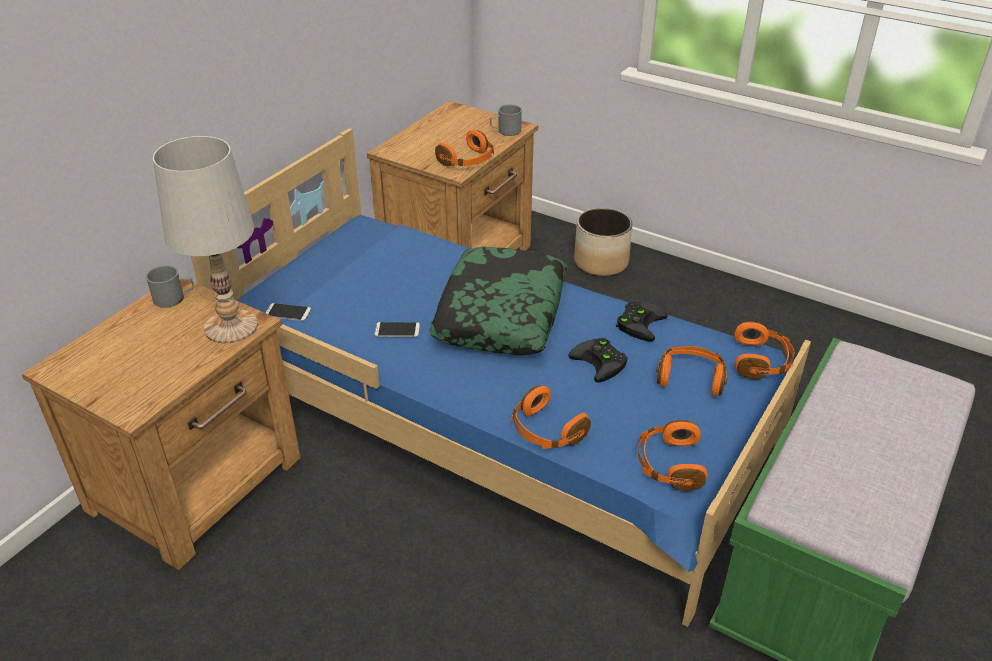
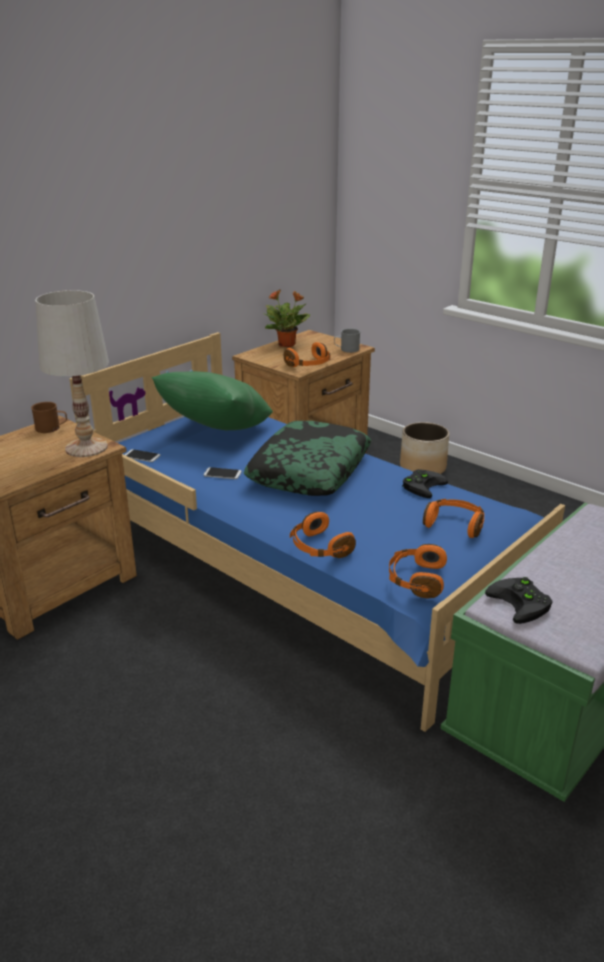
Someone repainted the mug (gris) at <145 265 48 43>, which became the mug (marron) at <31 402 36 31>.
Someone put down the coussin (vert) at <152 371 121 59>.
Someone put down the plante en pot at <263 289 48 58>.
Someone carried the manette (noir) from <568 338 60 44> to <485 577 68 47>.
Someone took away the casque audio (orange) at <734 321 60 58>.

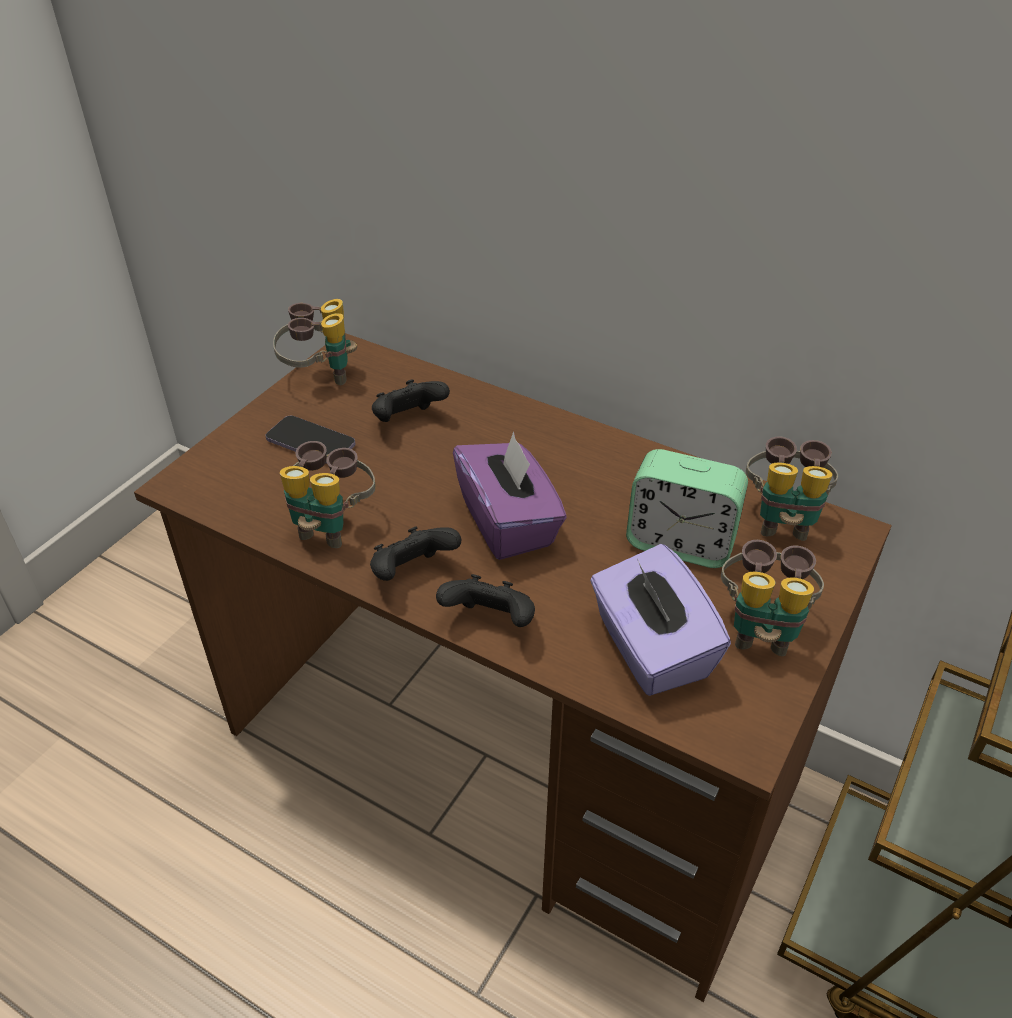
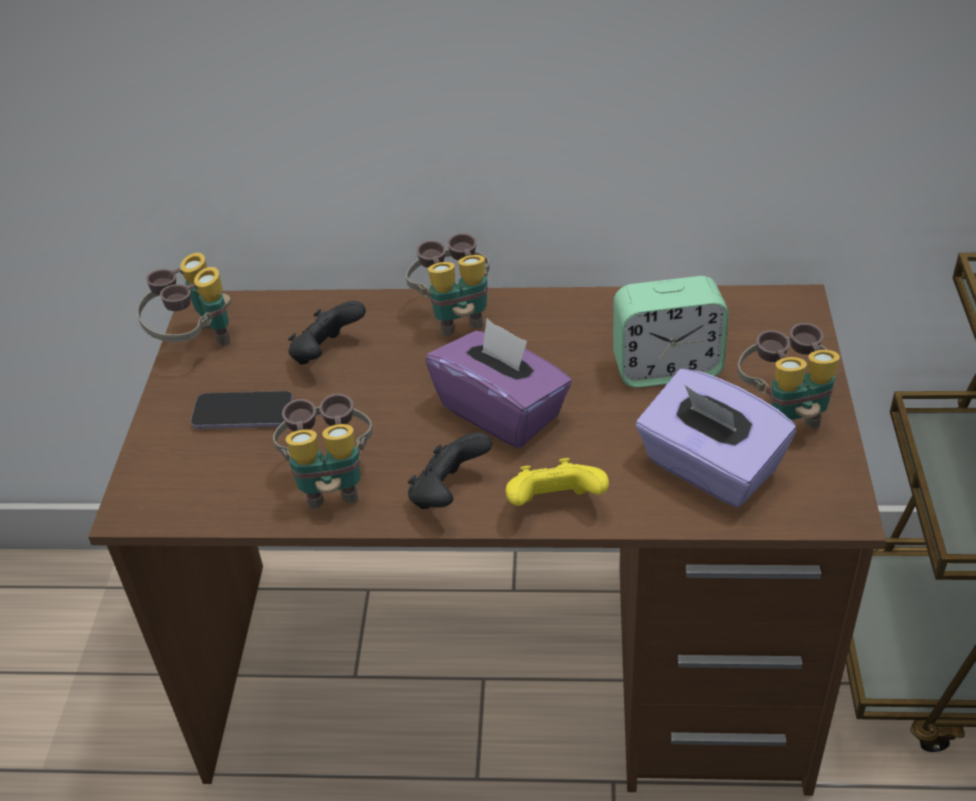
Someone carried the jumelles from <746 437 92 104> to <406 233 84 104>.
Someone repainted the manette (noir) at <436 574 99 53>, which became the manette (jaune) at <506 458 103 48>.

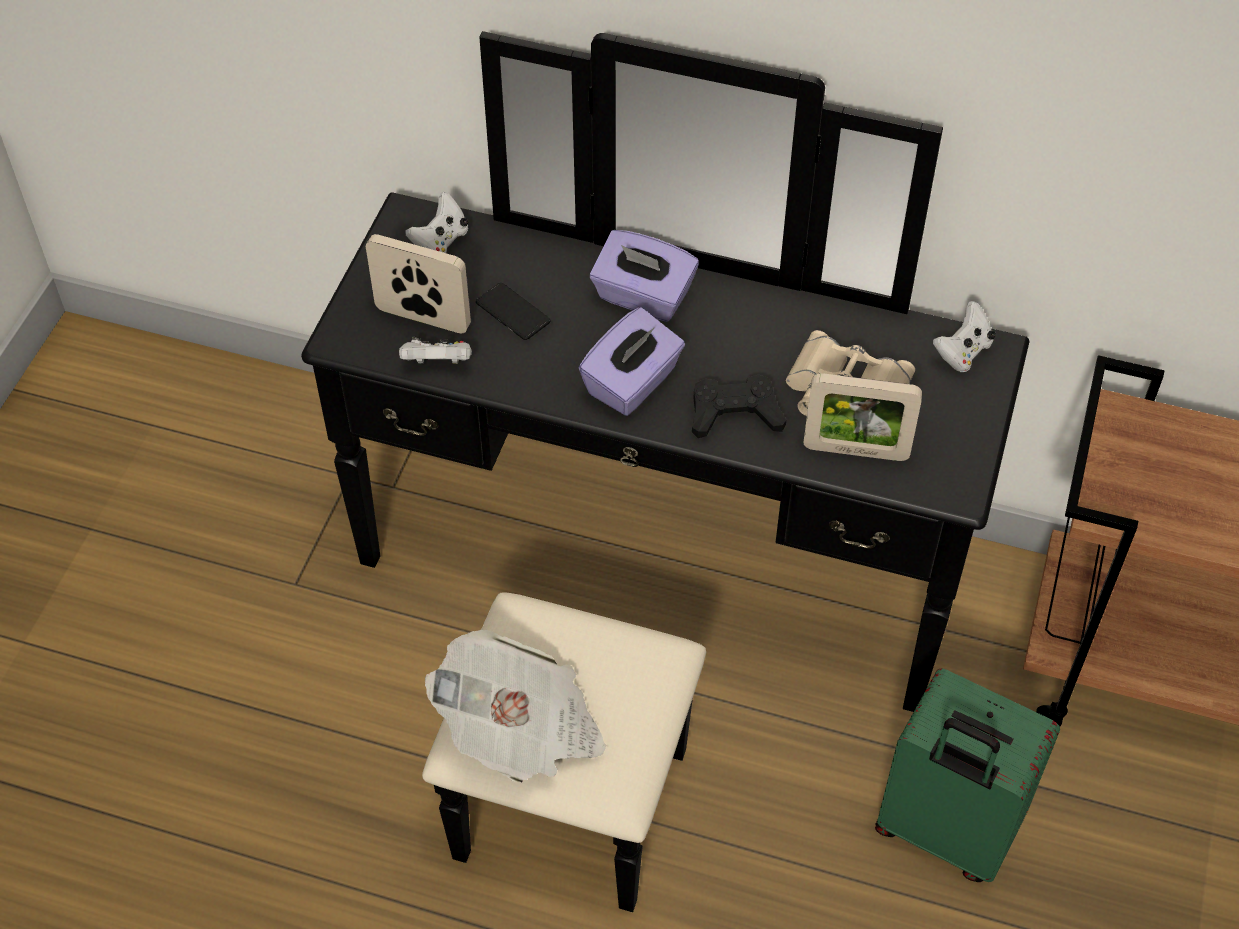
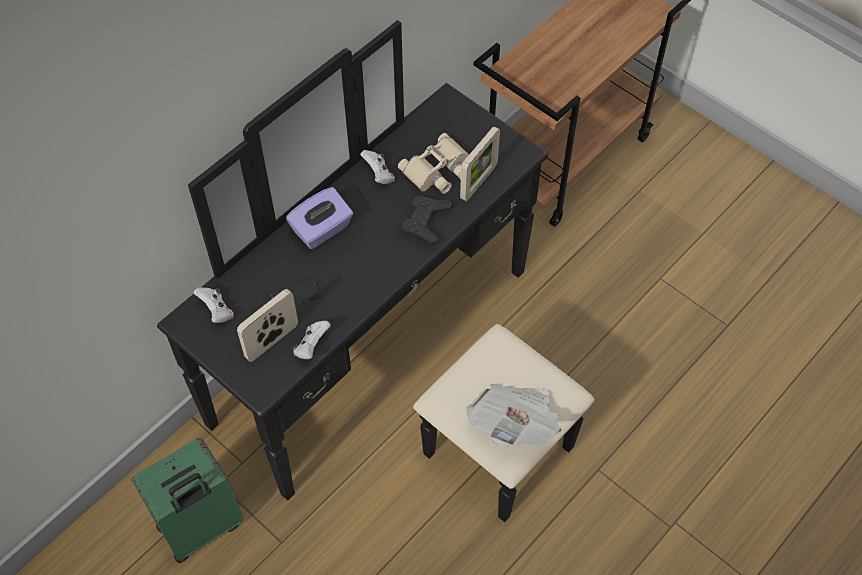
Someone carried the valise (vert) from <875 668 185 214> to <132 438 111 125>.
Someone carried the manette (blanc) from <933 301 62 71> to <360 150 35 34>.
Someone took away the boîte à mouchoirs (violet) at <579 307 106 109>.

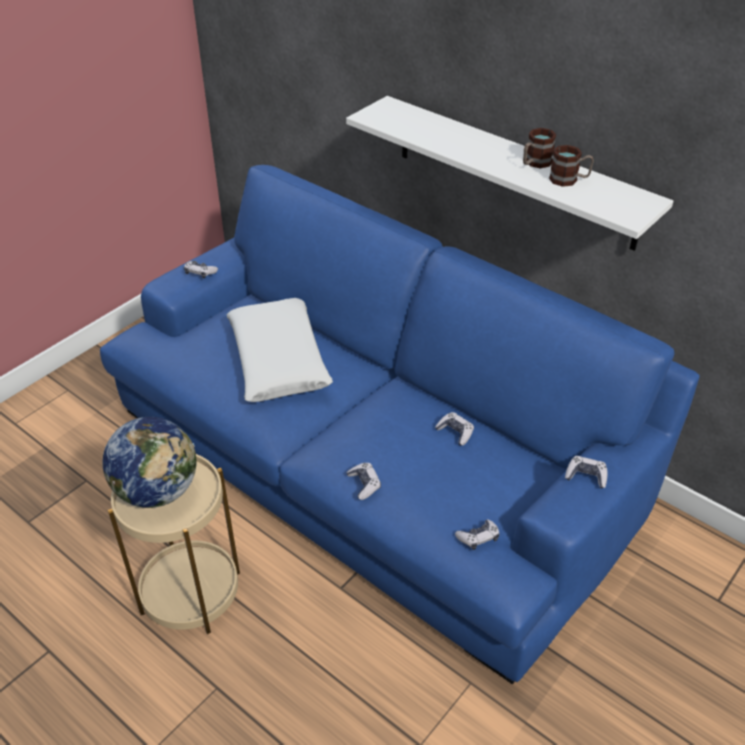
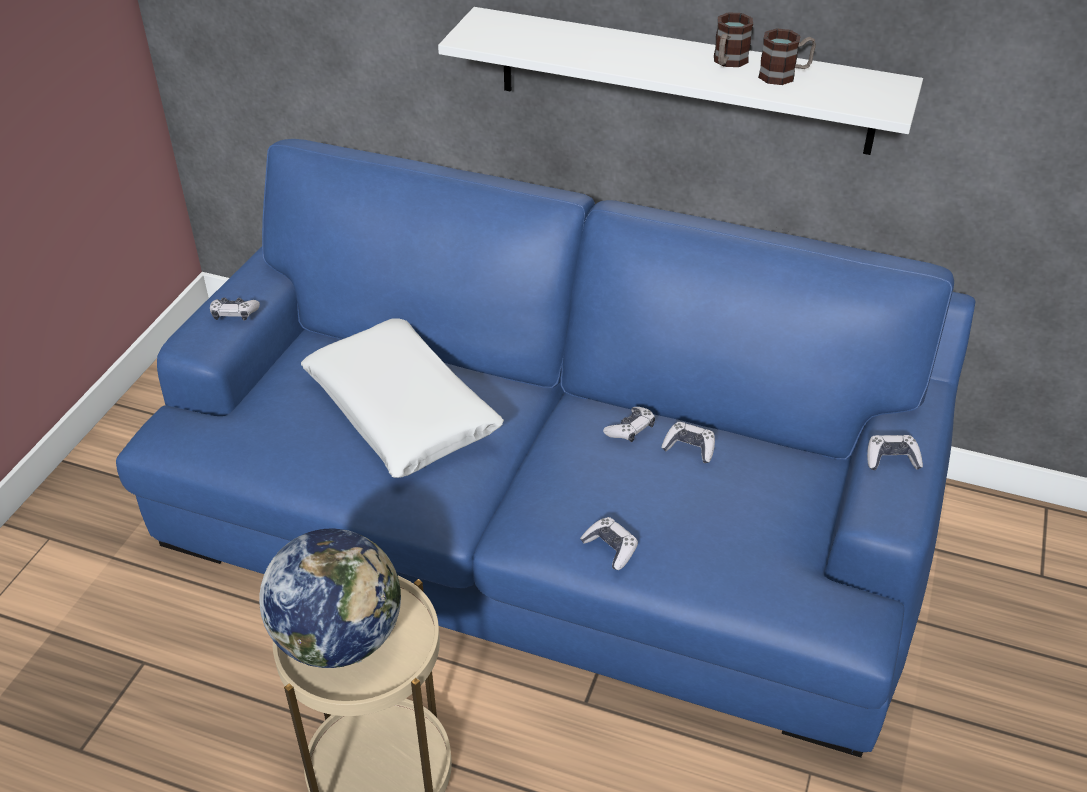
Someone carried the manette from <455 519 44 31> to <603 407 52 35>.

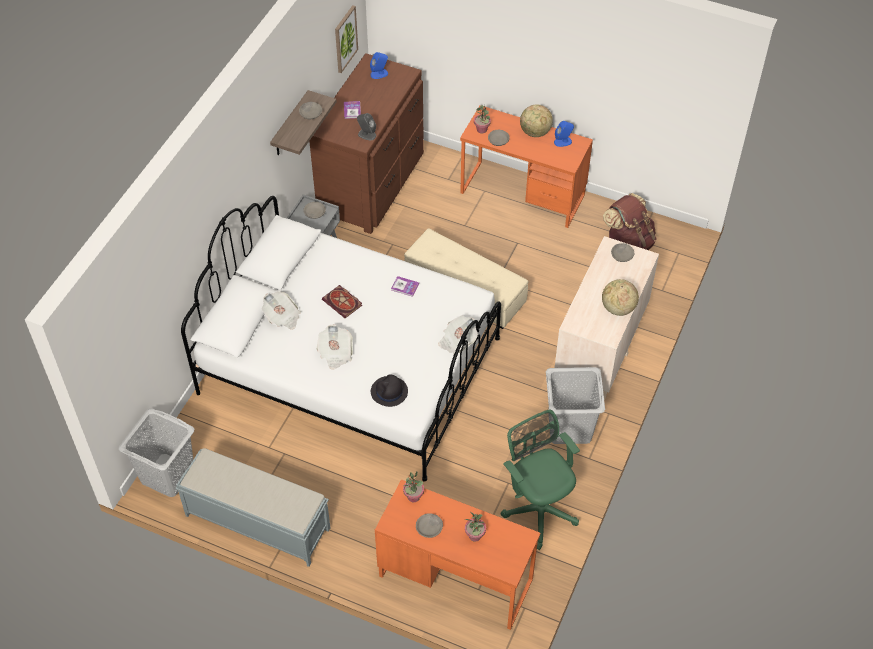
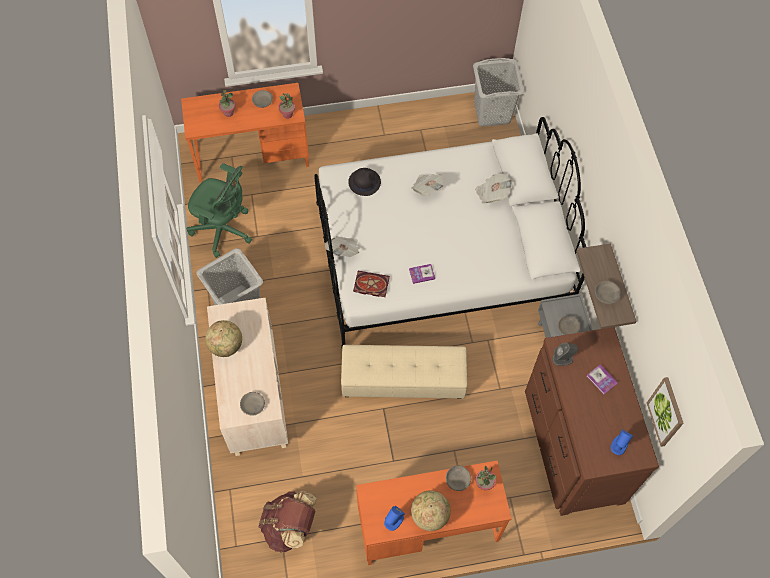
Someone carried the livre from <322 285 40 33> to <353 271 37 26>.
Someone took away the banc (gris) at <176 448 154 119>.

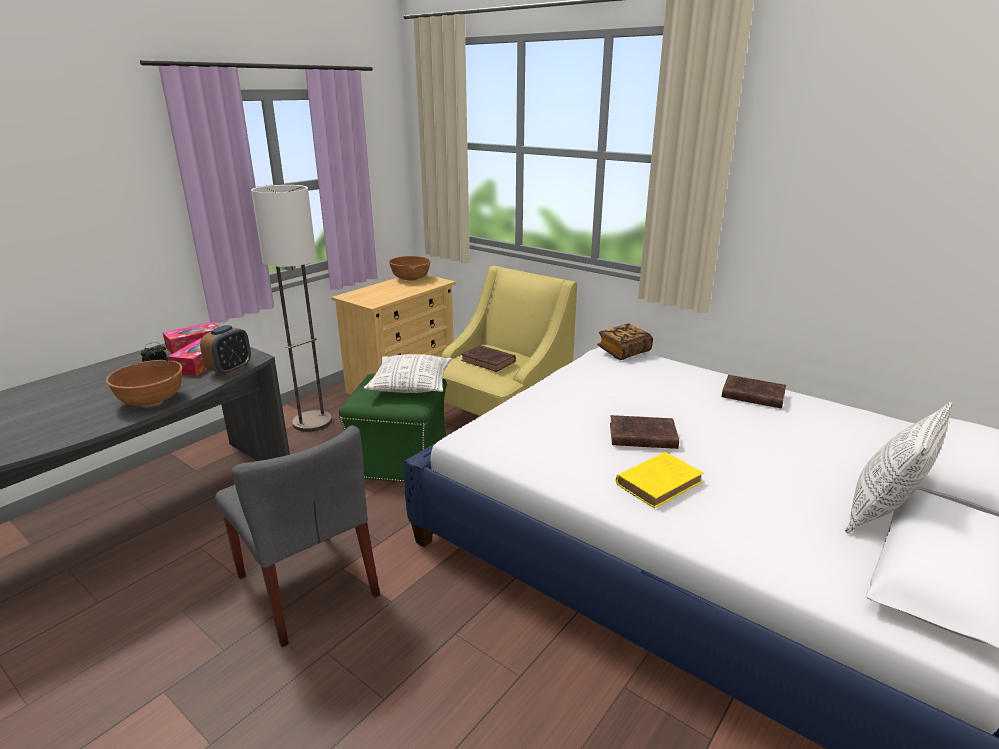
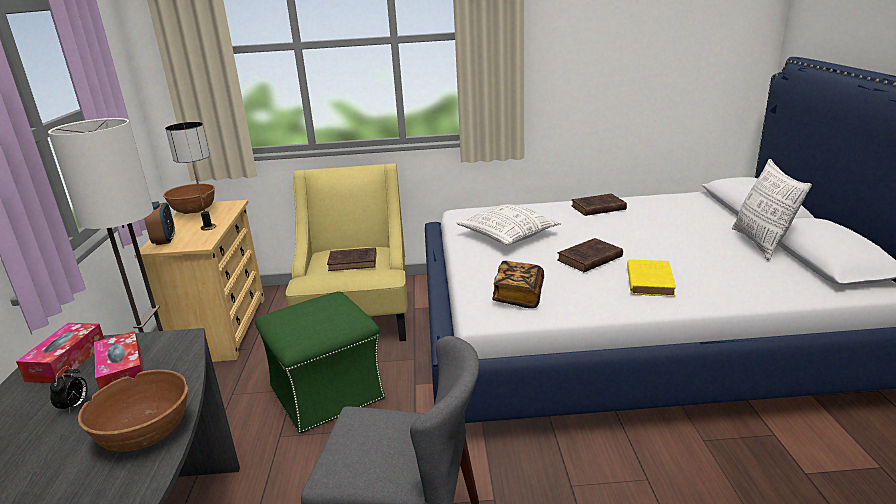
Someone carried the réveil from <200 325 51 50> to <144 201 31 44>.
Someone put down the lampe de table at <165 122 51 109>.
Someone carried the coussin from <363 354 89 39> to <457 204 104 41>.
Someone carried the livre from <597 324 56 36> to <492 261 52 47>.

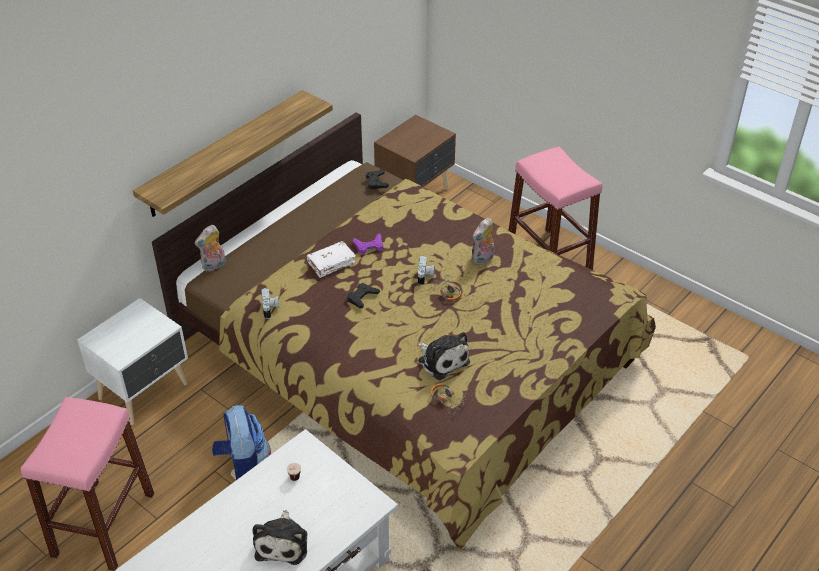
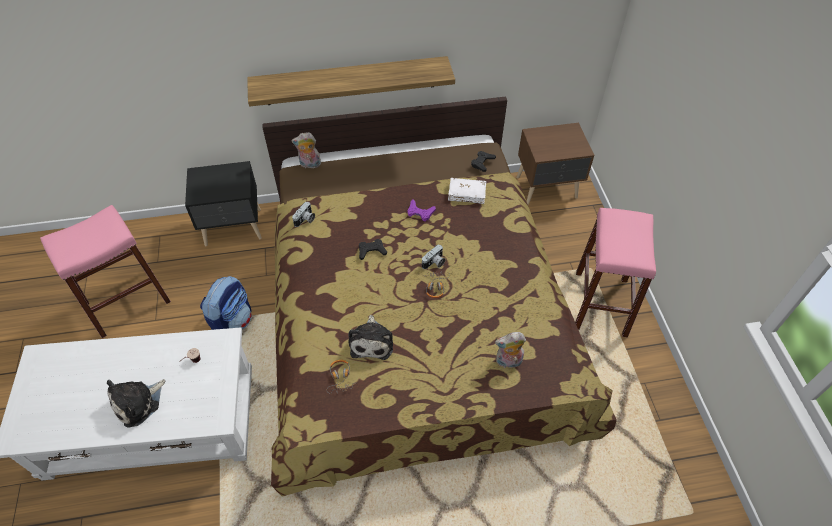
Someone repainted the table de chevet (blanc) at <77 298 111 127>, which became the table de chevet (noir) at <185 161 77 85>.
Someone carried the livre (blanc) from <307 241 49 37> to <448 178 38 26>.
Someone carried the peluche from <471 218 23 47> to <495 332 31 36>.

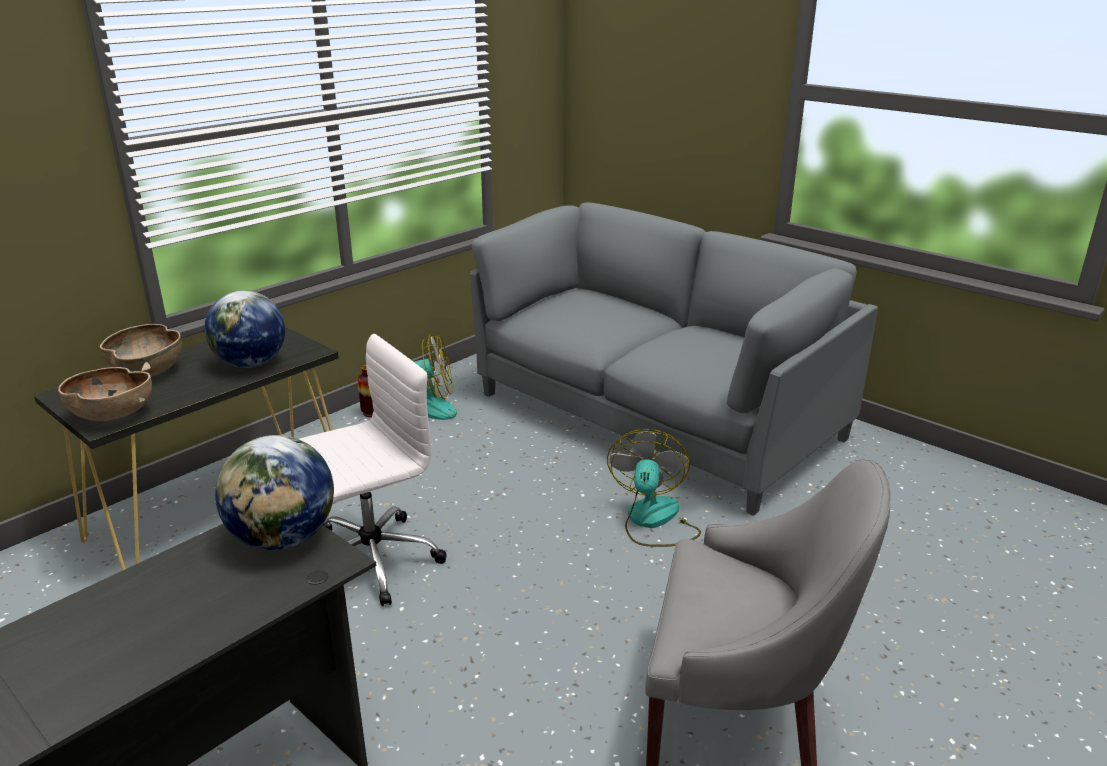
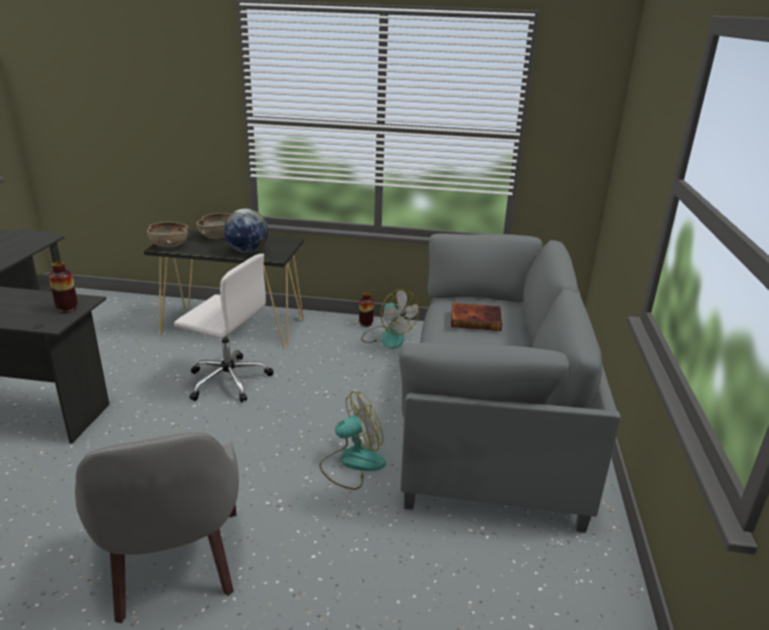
Someone swapped the globe at <215 435 119 115> for the vase at <49 262 29 51>.
Someone put down the livre at <451 303 51 28>.

